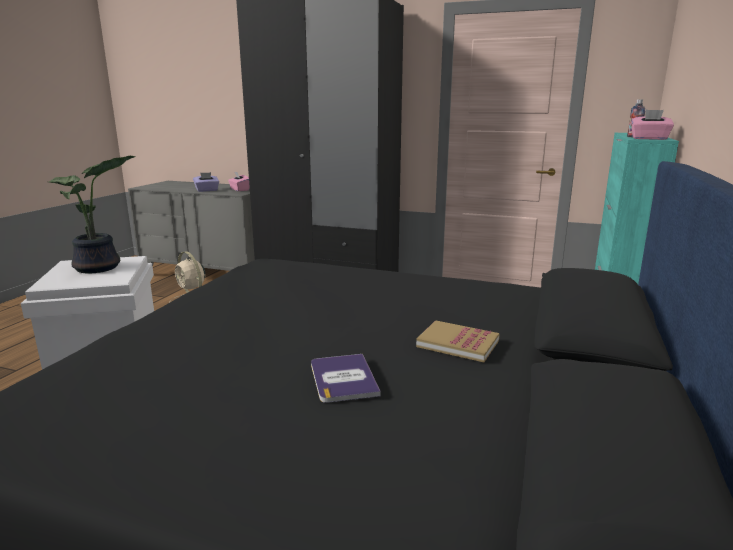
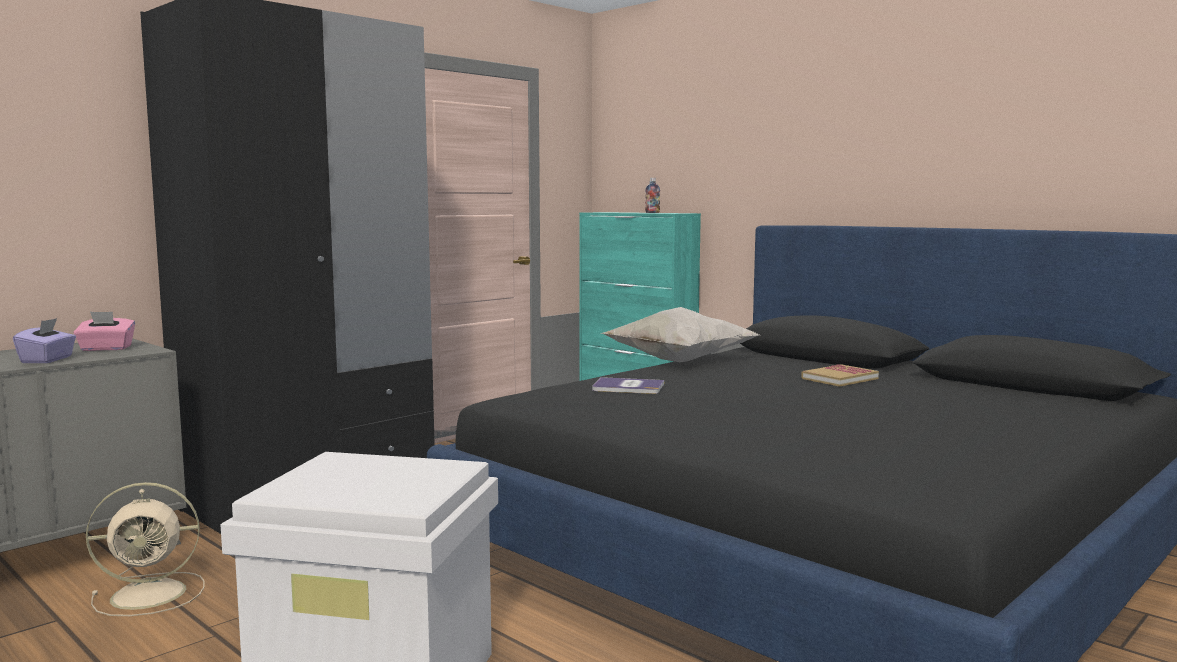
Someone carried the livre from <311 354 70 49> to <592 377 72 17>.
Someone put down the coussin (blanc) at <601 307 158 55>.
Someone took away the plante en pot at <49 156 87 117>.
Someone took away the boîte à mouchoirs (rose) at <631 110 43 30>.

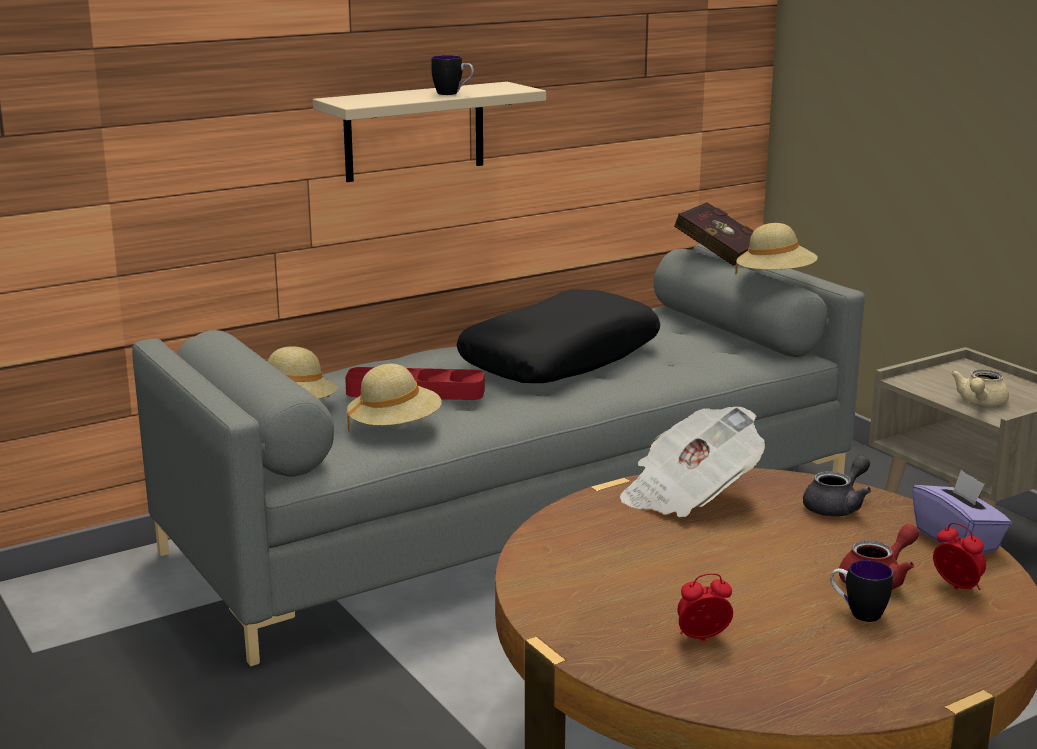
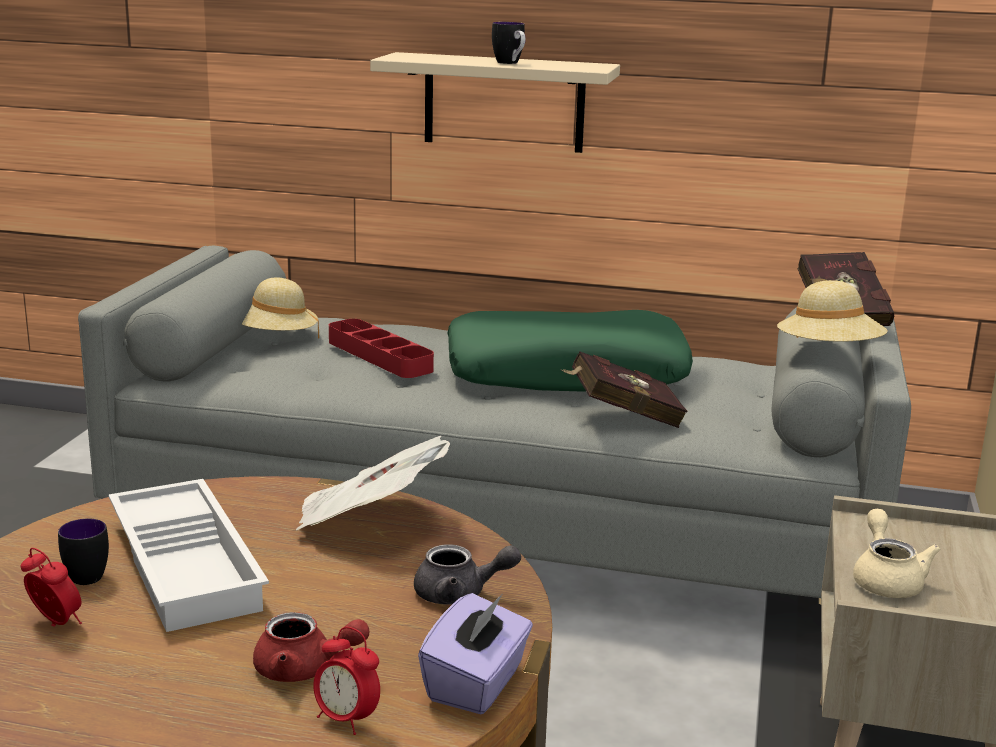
Someone carried the mug from <830 560 63 62> to <58 519 51 66>.
Someone put down the plateau (blanc) at <108 479 161 153>.
Someone rotated the réveil at <933 523 53 67> by 120 degrees clockwise.
Someone repainted the coussin (noir) at <457 289 203 94>, which became the coussin (vert) at <447 310 246 82>.
Someone put down the livre (rouge) at <560 351 127 77>.
Someone rotated the théière (beige) at <951 369 58 37> by 105 degrees clockwise.
Someone took away the chapeau (beige) at <347 364 95 69>.

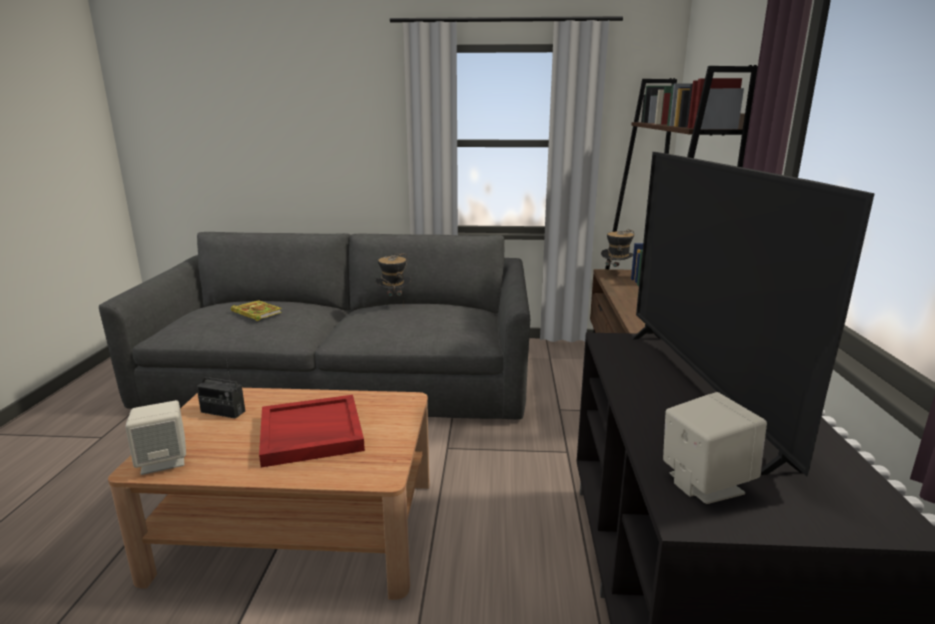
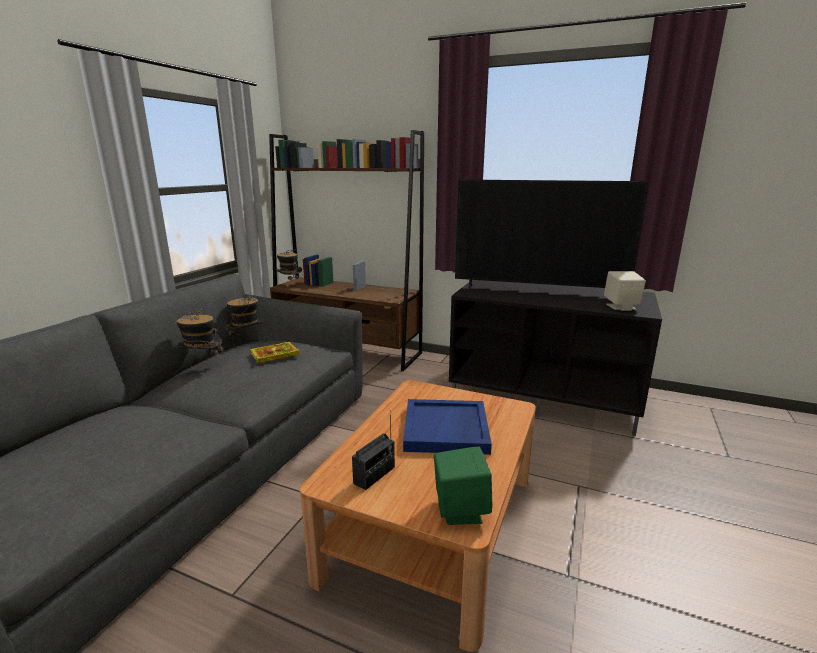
Someone put down the chapeau at <225 297 39 46>.
Someone carried the livre from <231 300 51 21> to <250 342 50 21>.
Someone repainted the plateau (rouge) at <259 395 106 73>, which became the plateau (bleu) at <403 399 89 56>.
Someone repainted the enceinte (beige) at <125 400 61 75>, which became the enceinte (vert) at <434 446 59 79>.

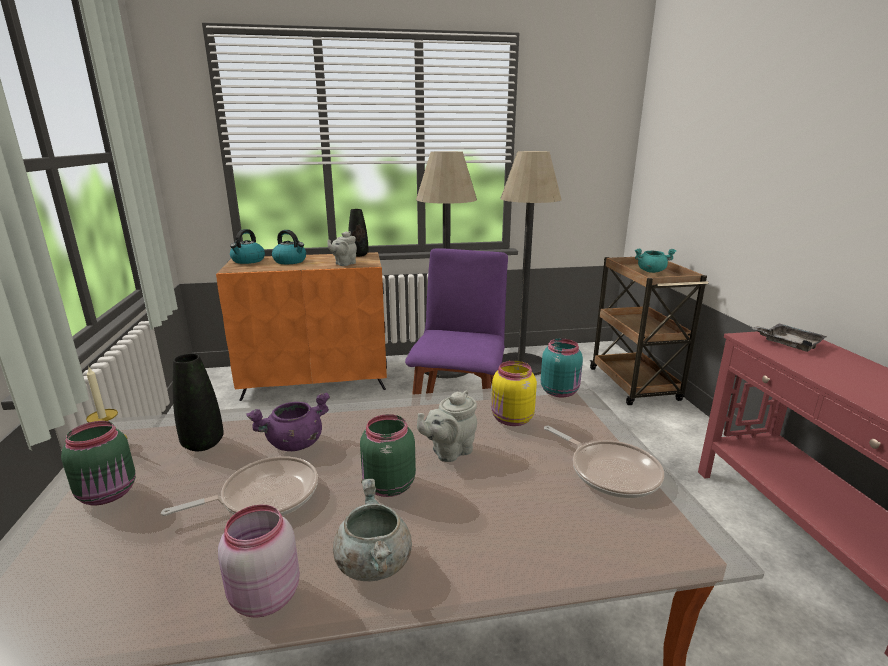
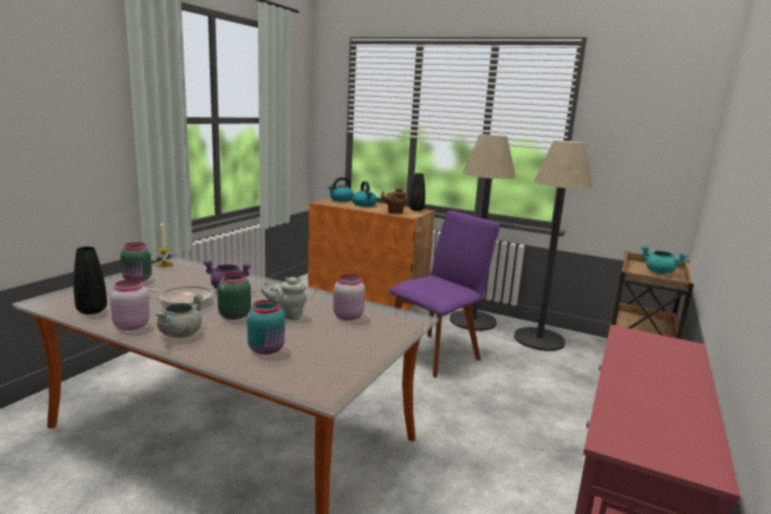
Someone carried the vase (noir) from <173 353 51 98> to <74 247 33 67>.
Someone carried the bocal (turquoise) from <541 339 42 59> to <247 300 38 55>.
Someone repainted the bocal (jaune) at <491 361 46 65>, which became the bocal (rose) at <333 274 32 47>.
Someone repainted the théière (gris) at <327 231 30 35>, which became the théière (marron) at <381 188 25 26>.
Someone took away the poêle at <544 426 120 72>.
Someone took away the plateau (gris) at <751 323 76 29>.

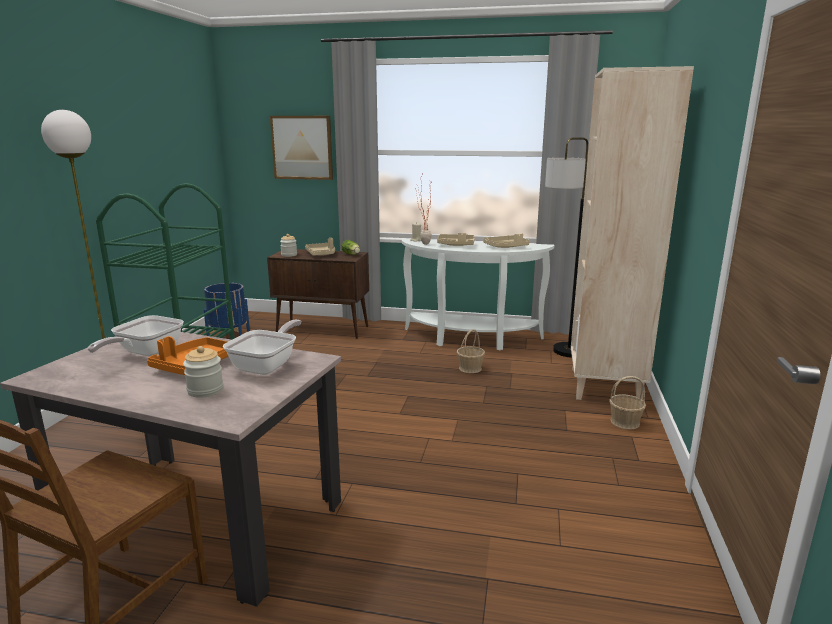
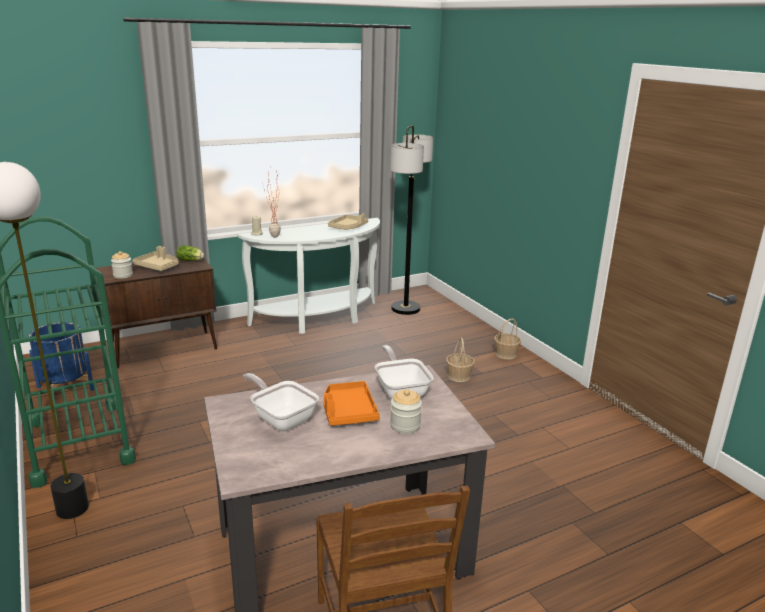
Someone rotated the poêle at <87 315 97 41> by 150 degrees clockwise.
Someone carried the panier from <457 329 28 44> to <446 338 29 44>.
Someone took away the tableau at <270 116 63 64>.
Someone took away the plateau (beige) at <437 233 38 13>.
Someone took away the bibliothèque (beige) at <571 66 123 334>.

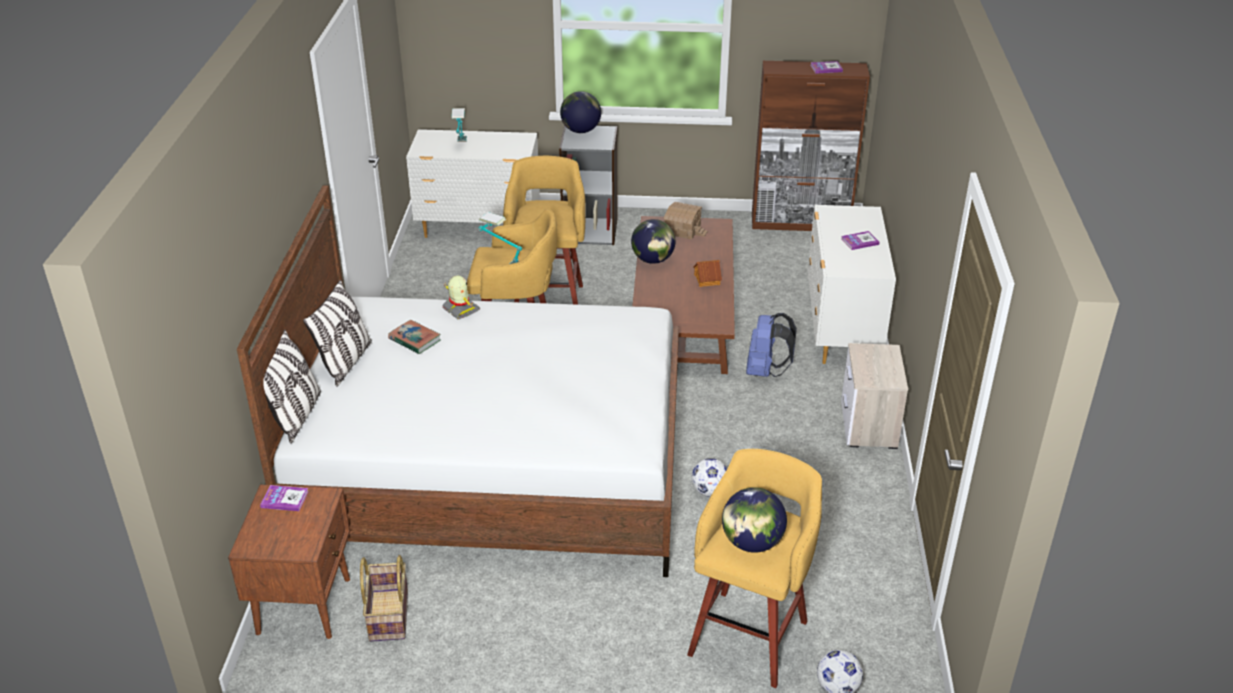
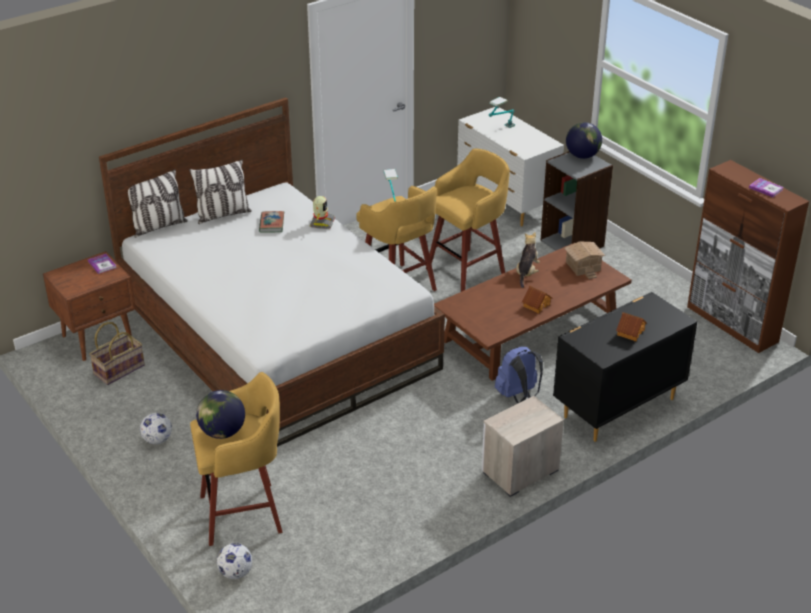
Someone carried the ballon de foot from <692 458 35 39> to <140 413 32 31>.
Someone swapped the globe at <631 219 44 45> for the peluche at <516 232 24 56>.
Someone repainted the commode (blanc) at <808 205 88 159>, which became the commode (noir) at <553 292 144 150>.
Someone swapped the livre at <842 231 38 19> for the maison miniature at <616 312 31 29>.

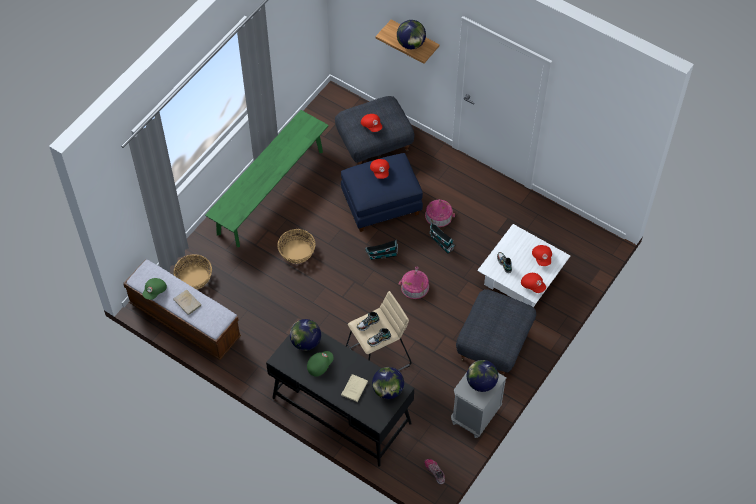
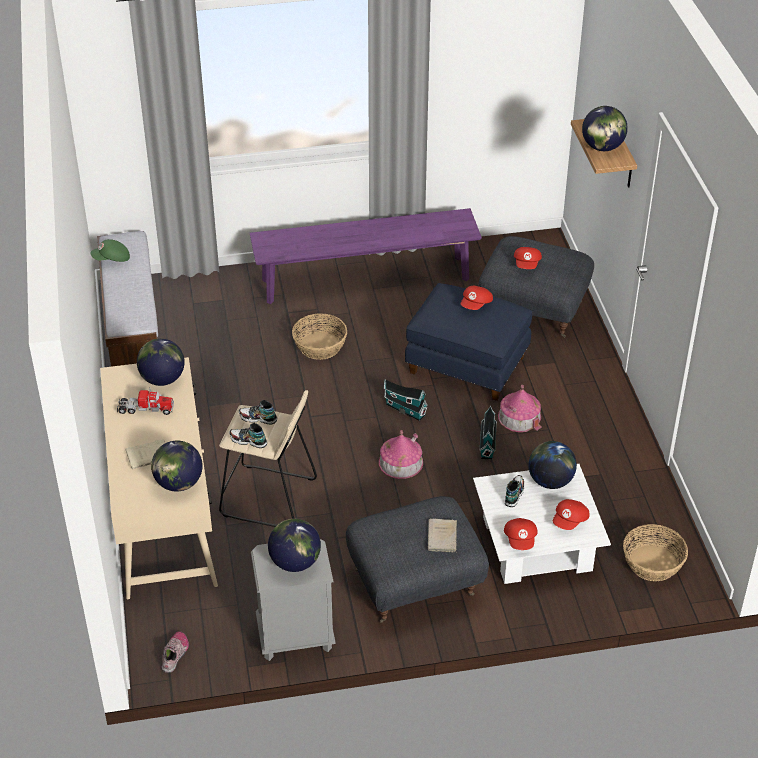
Someone repainted the bureau (noir) at <266 319 148 148>, which became the bureau (beige) at <100 357 118 242>.
Someone swapped the casquette (vert) at <307 351 27 26> for the camion jouet at <117 388 57 27>.
Someone repainted the banc (vert) at <205 110 124 137>, which became the banc (violet) at <250 208 232 96>.
Someone carried the livre (beige) from <173 289 29 26> to <428 519 29 33>.
Someone put down the globe at <528 441 49 48>.
Someone carried the panier from <174 254 38 35> to <623 524 65 57>.

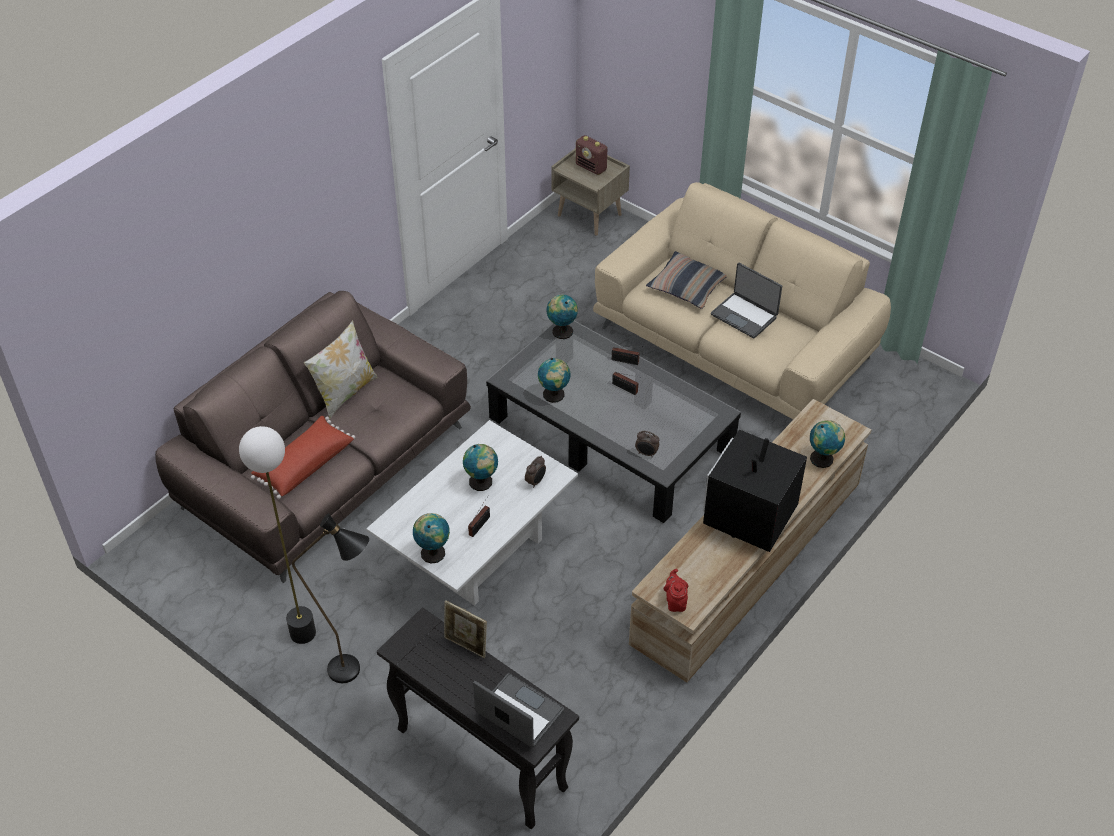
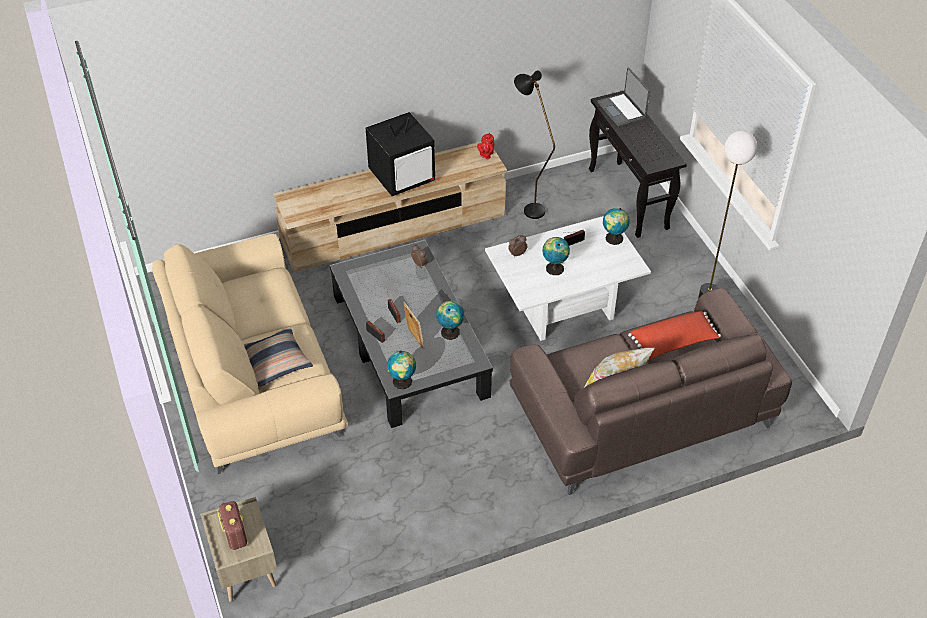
Someone carried the cadre photo from <444 600 43 58> to <403 302 21 47>.
Someone carried the lampadaire (noir) from <292 513 77 170> to <514 70 41 149>.
Someone took away the ordinateur portable at <711 263 71 75>.
Someone took away the globe at <810 420 35 48>.

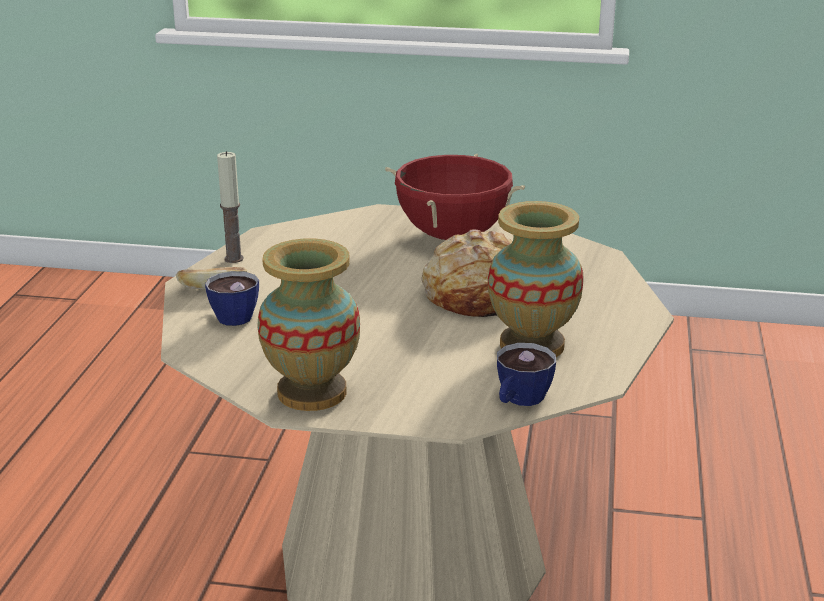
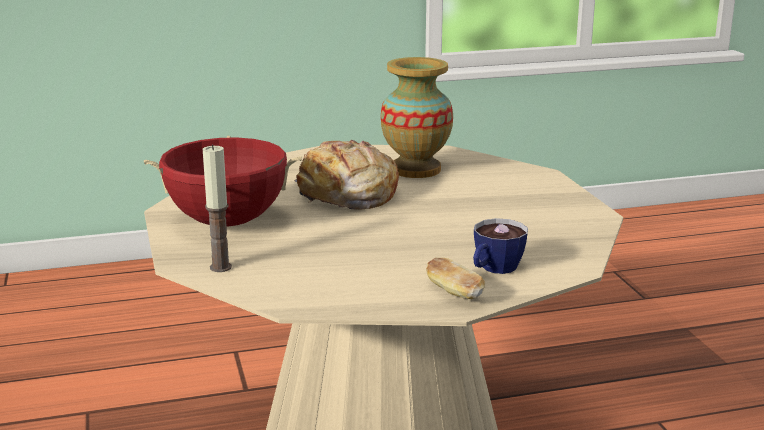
Someone carried the bougie from <217 151 27 112> to <203 144 29 128>.
Someone took away the vase at <257 238 103 173>.
Someone took away the tasse at <497 343 59 63>.

